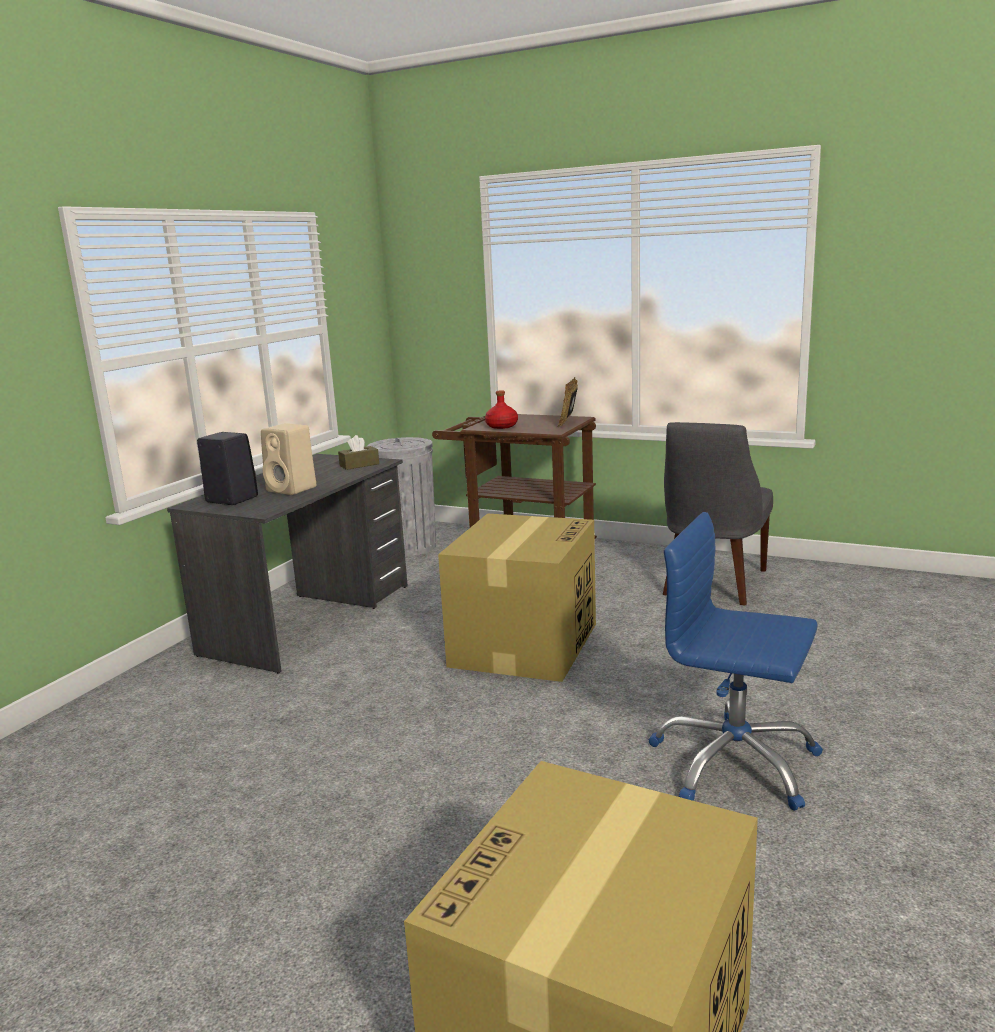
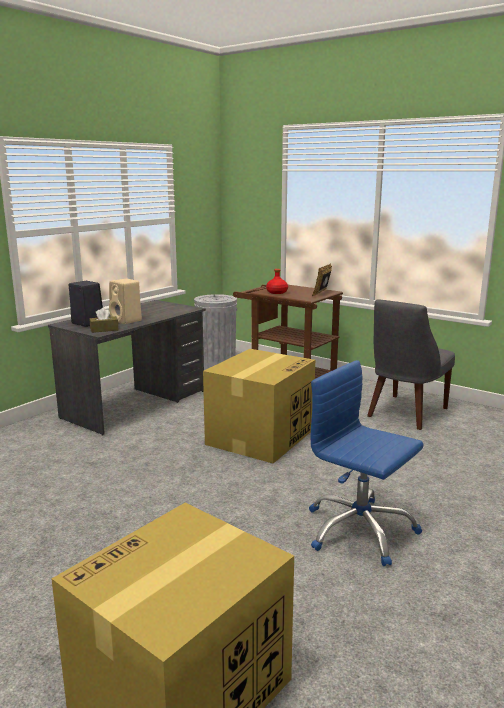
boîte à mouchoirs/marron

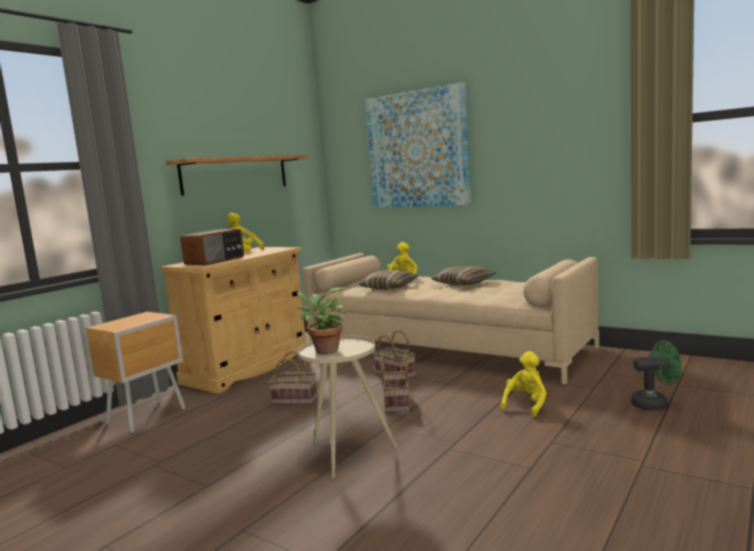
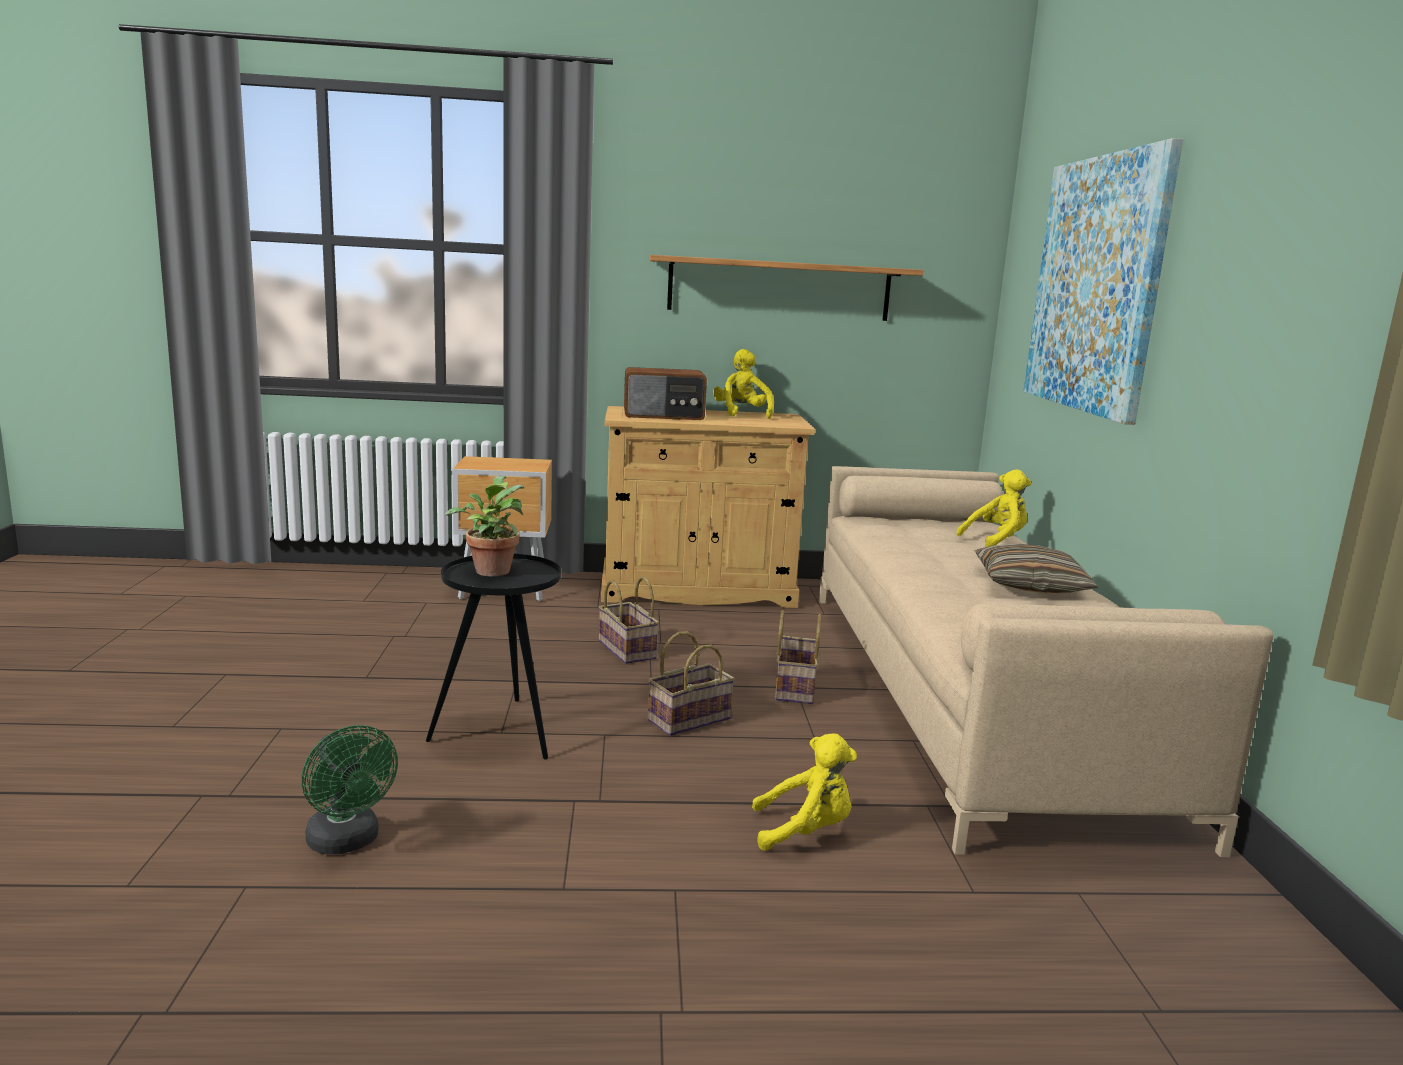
ventilateur/vert; table d'appoint/noir; coussin (1st from left in the first image)

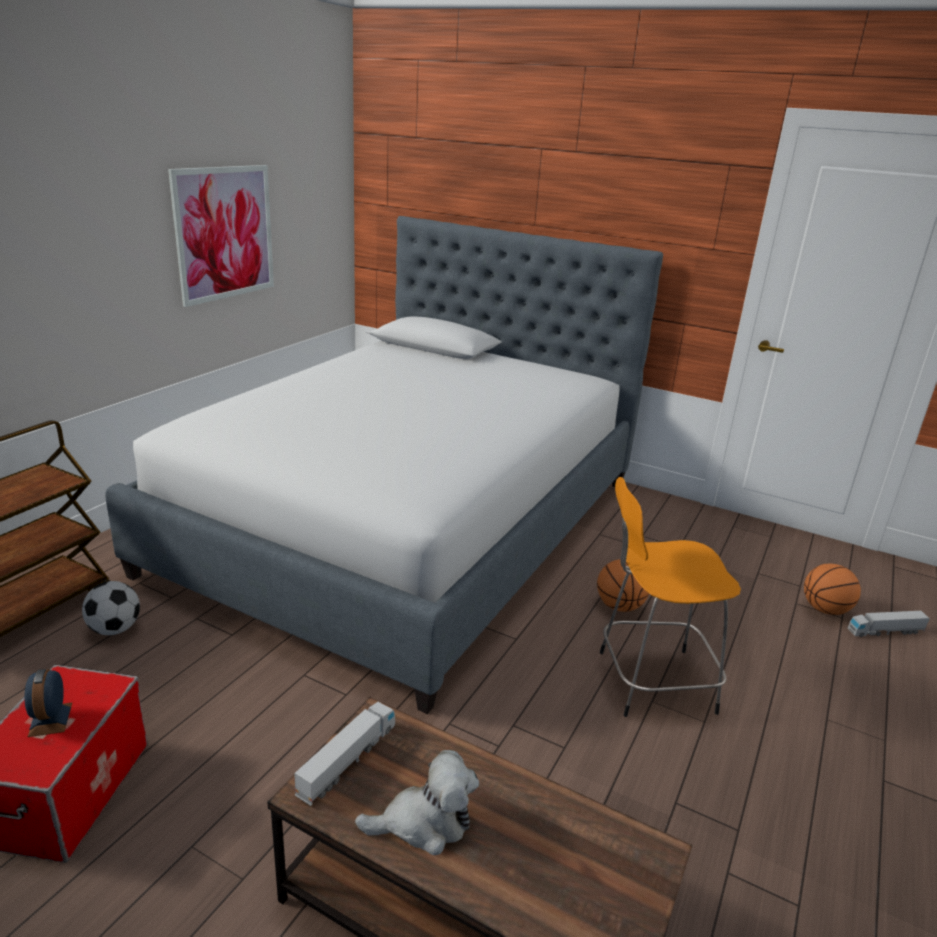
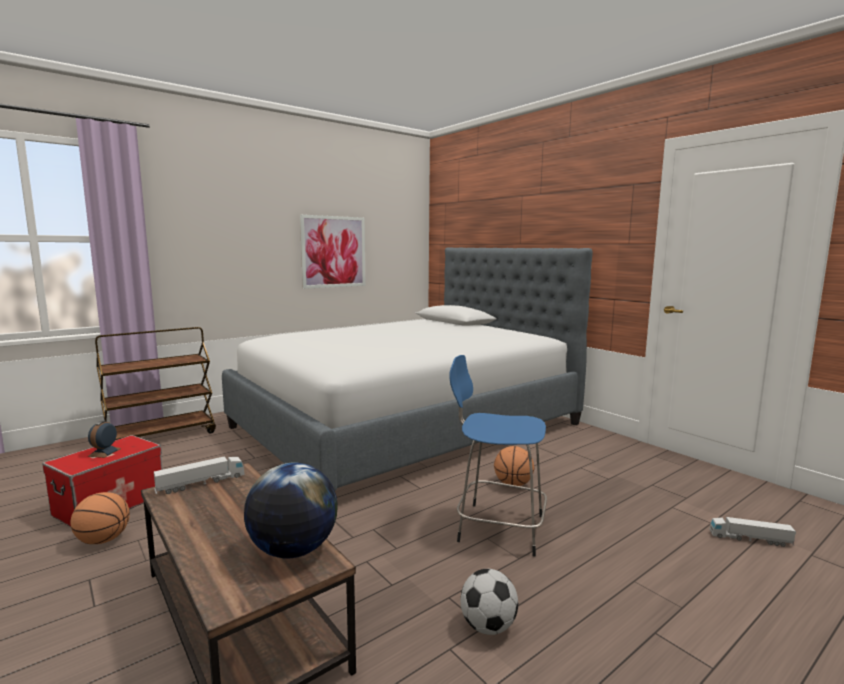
ballon de basket (1st from left); globe; tabouret/bleu; ballon de foot; peluche

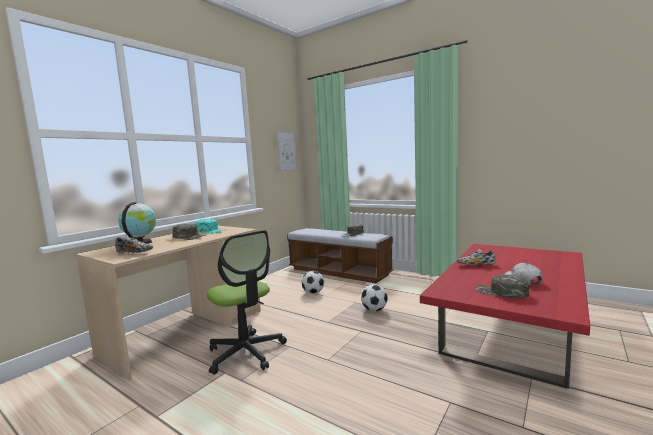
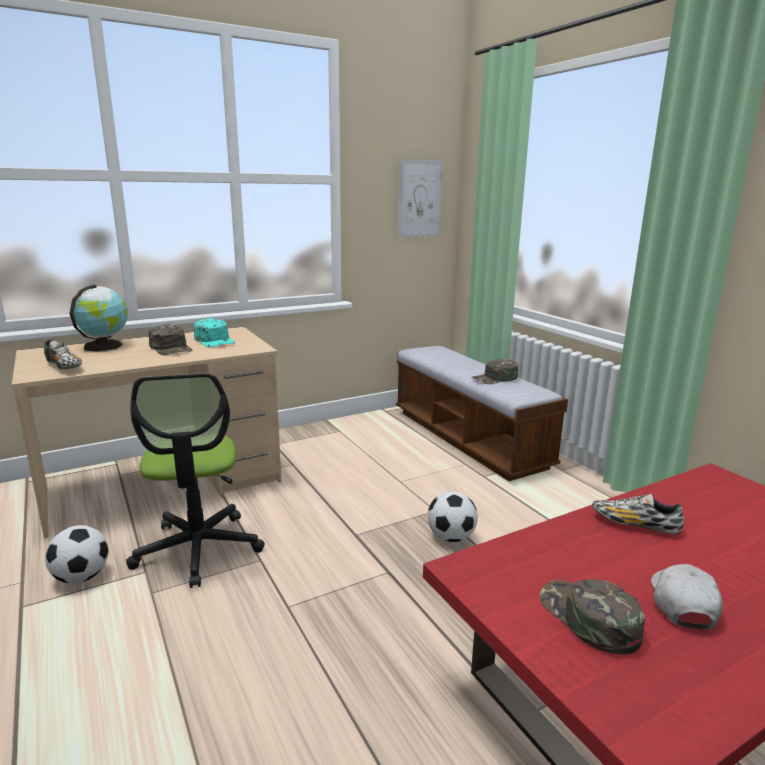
ballon de foot (1st from left)

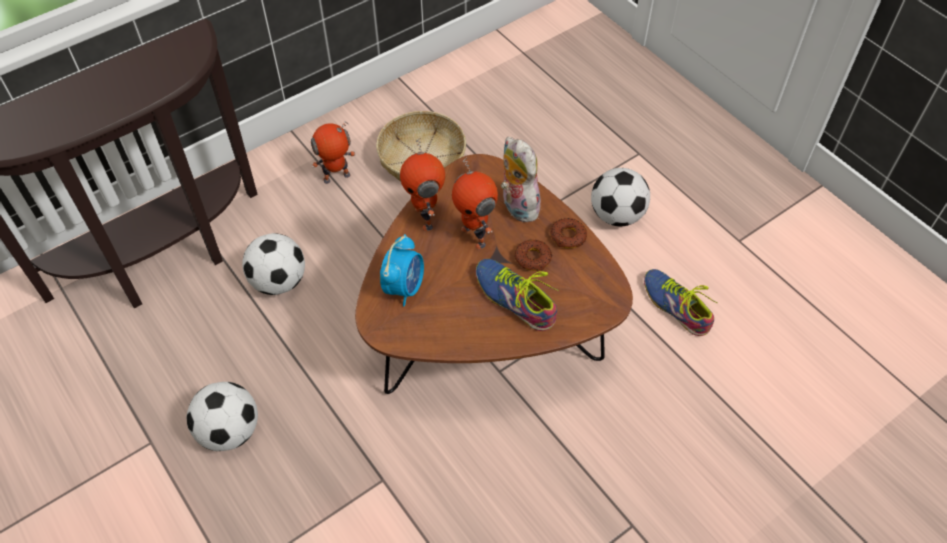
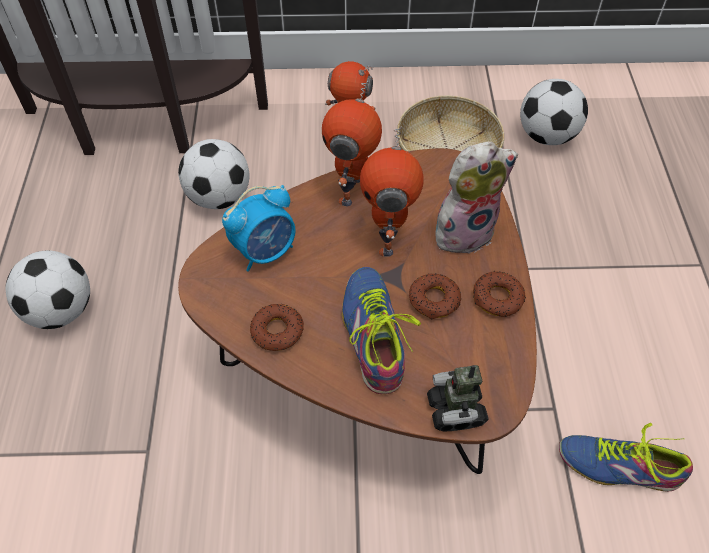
beignet (1st from left); robot jouet (4th from left); peluche; ballon de foot (3rd from left); chaussure (2nd from left)

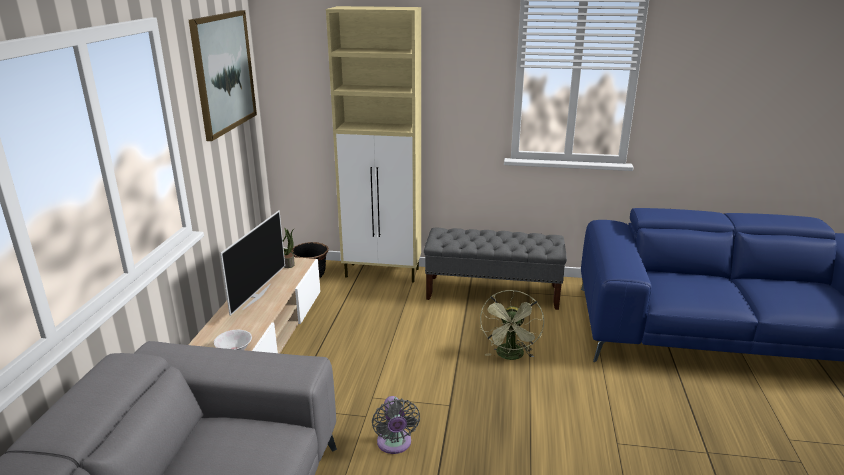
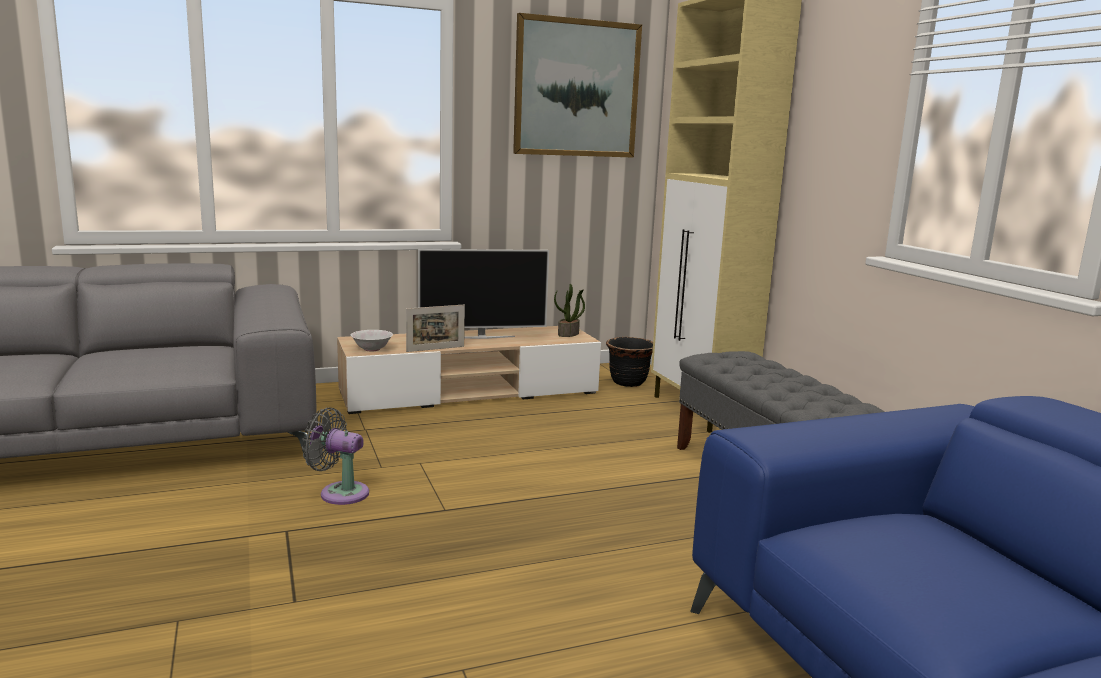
ventilateur/gris; cadre photo; ventilateur/vert

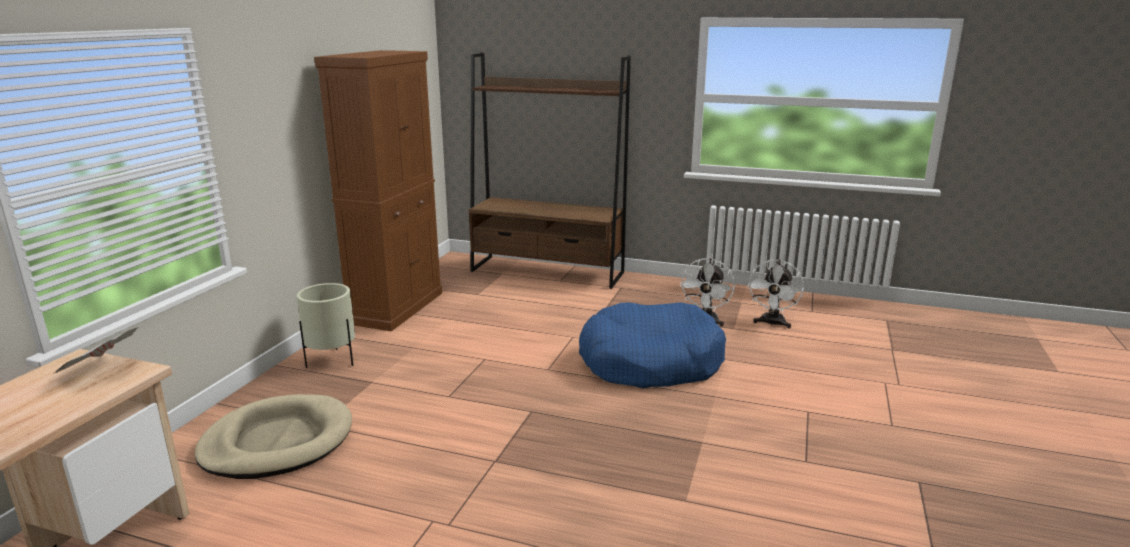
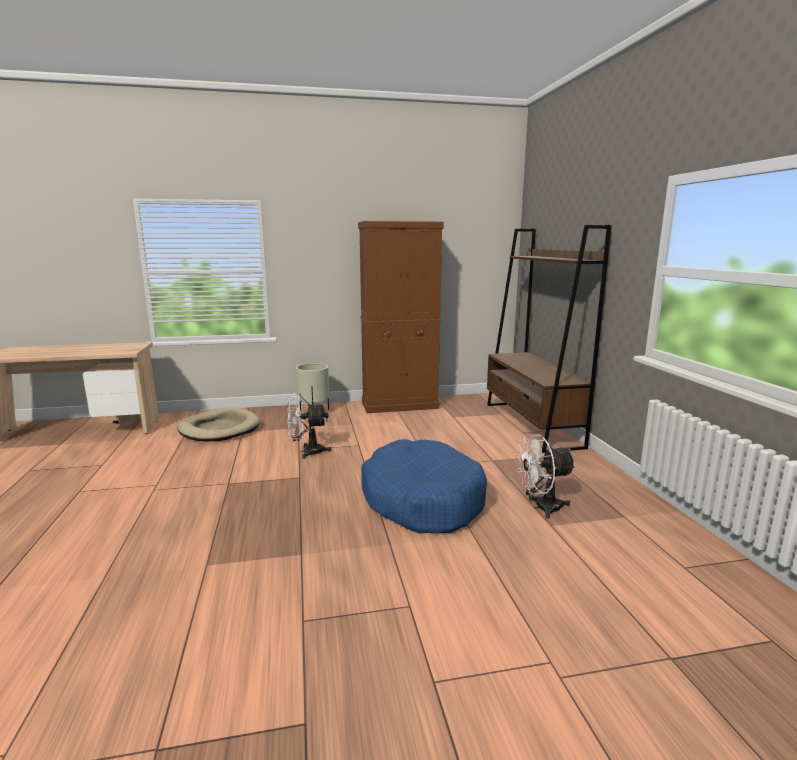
ventilateur/blanc (1st from left); journal

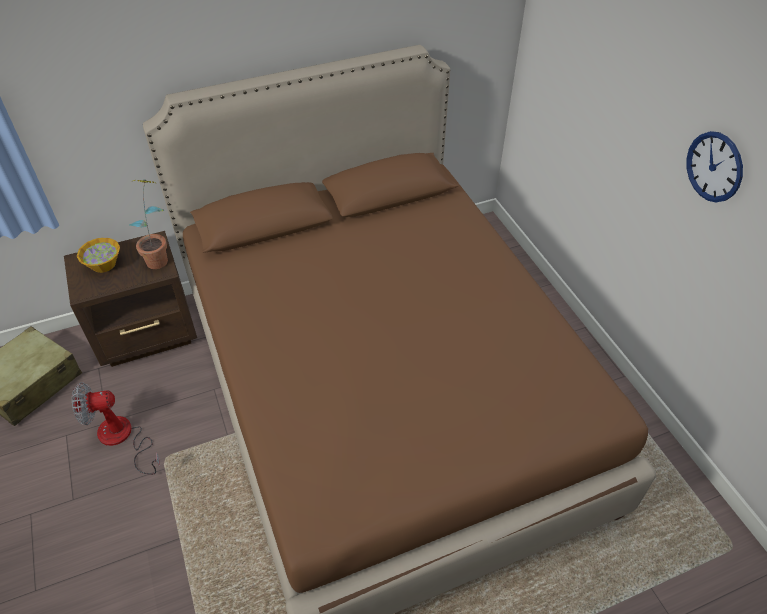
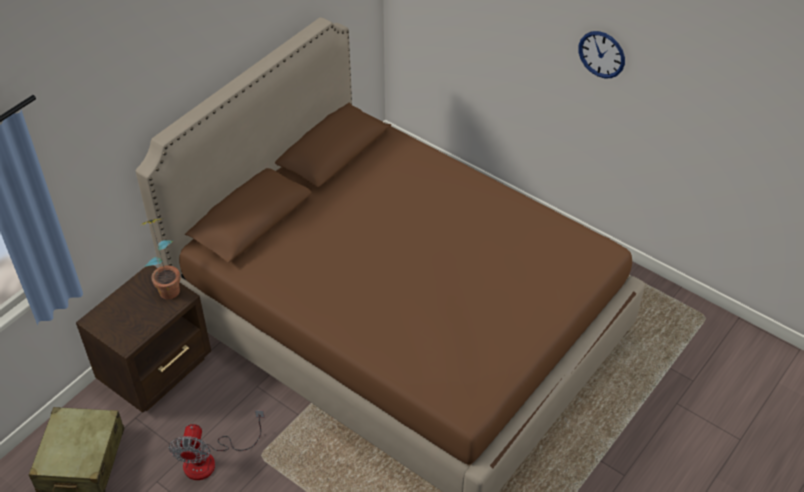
ventilateur; bol

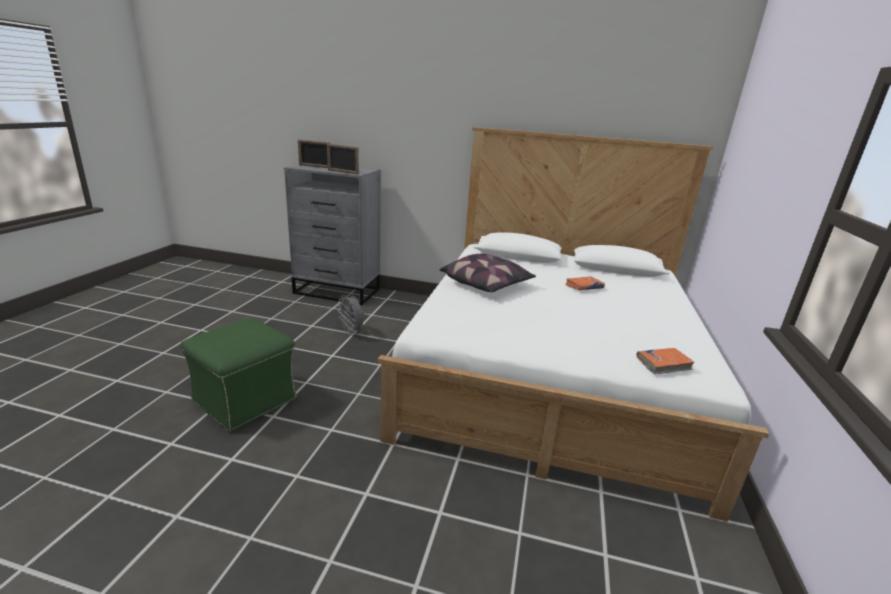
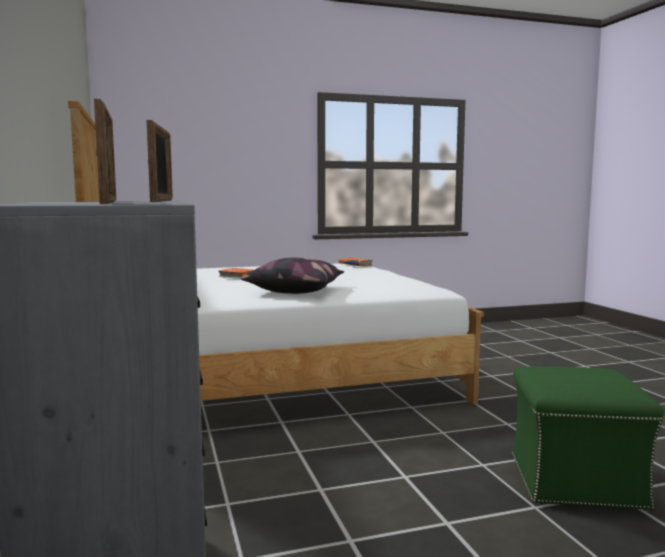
ventilateur/gris

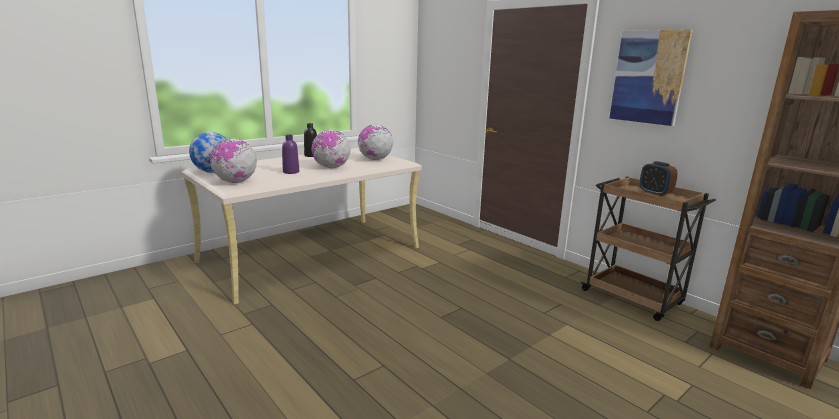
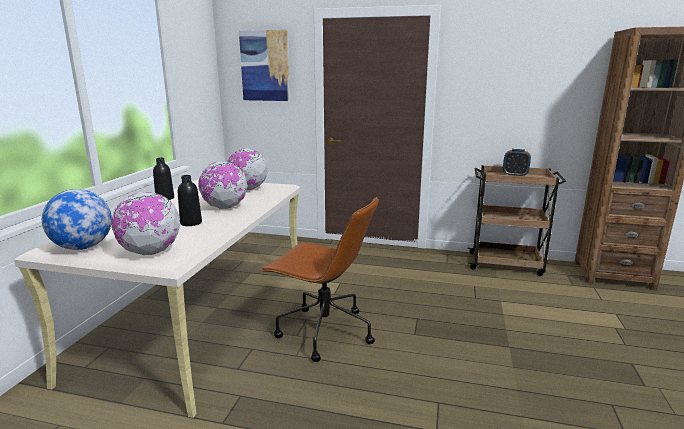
bouteille/noir (2nd from left); tableau; chaise de bureau/marron

